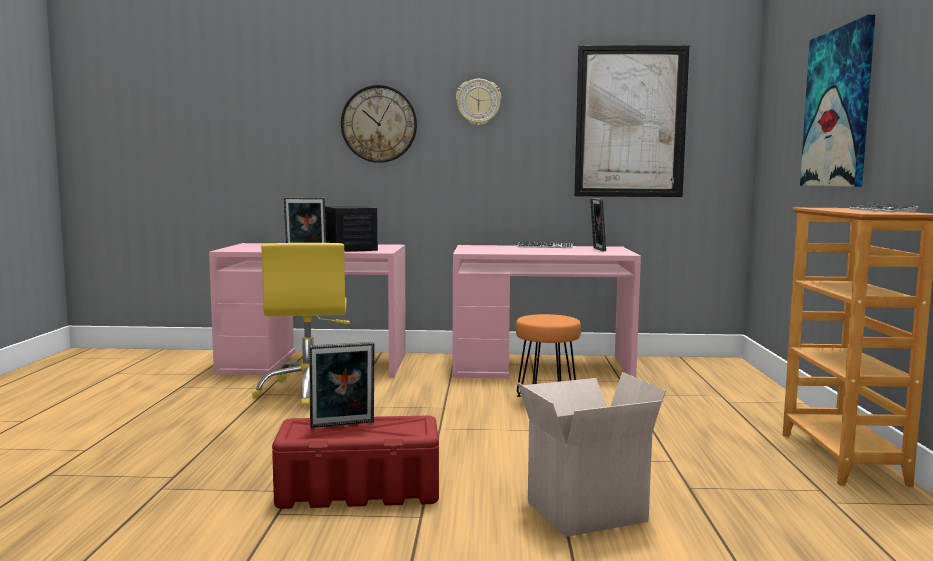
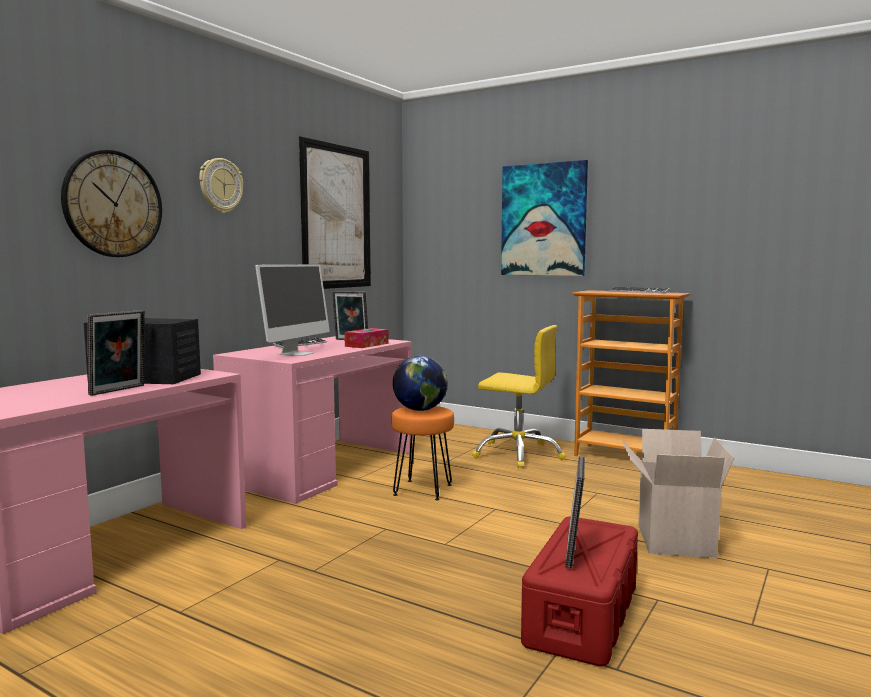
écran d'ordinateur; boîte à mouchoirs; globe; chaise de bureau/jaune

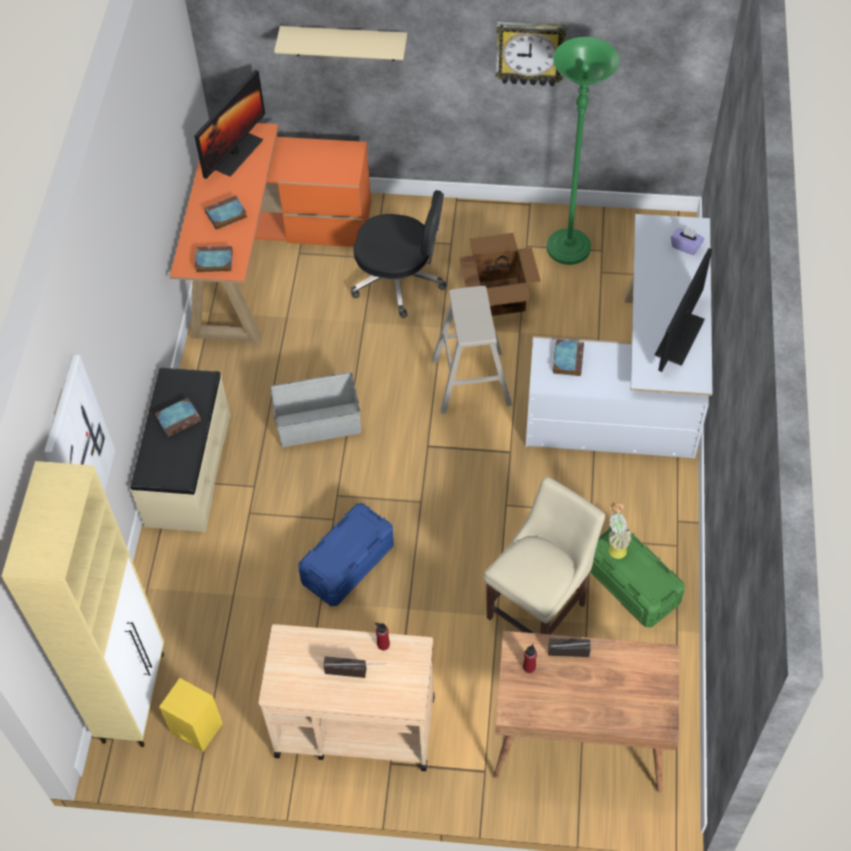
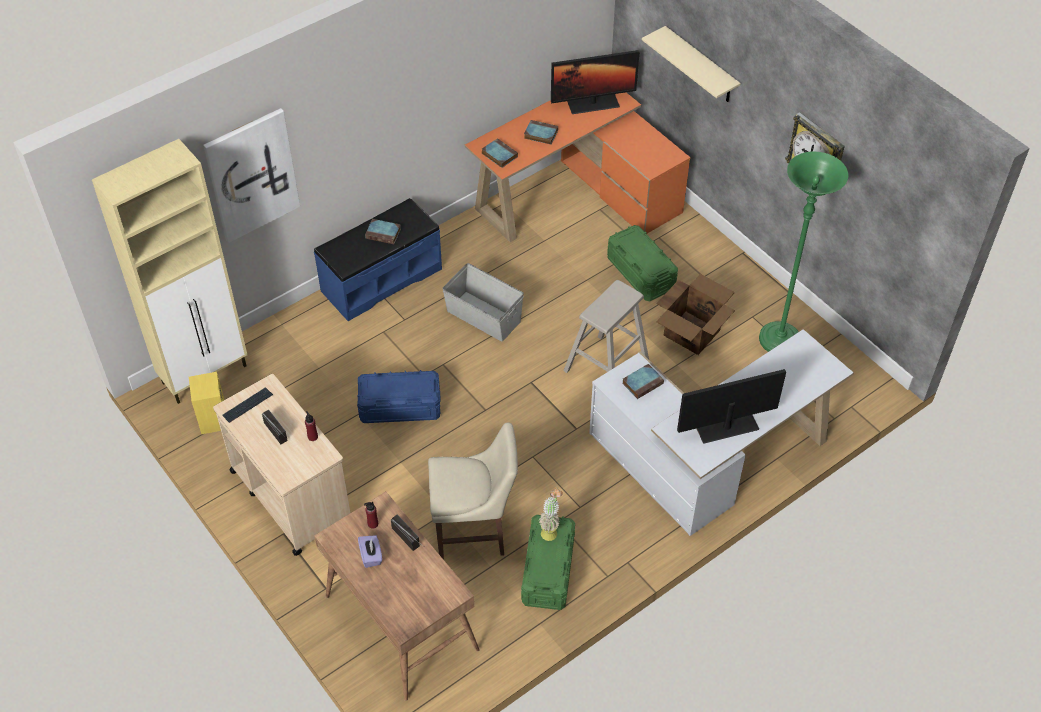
clavier; banc/bleu; boîte à mouchoirs/violet; boîte de rangement/vert (2nd from left)

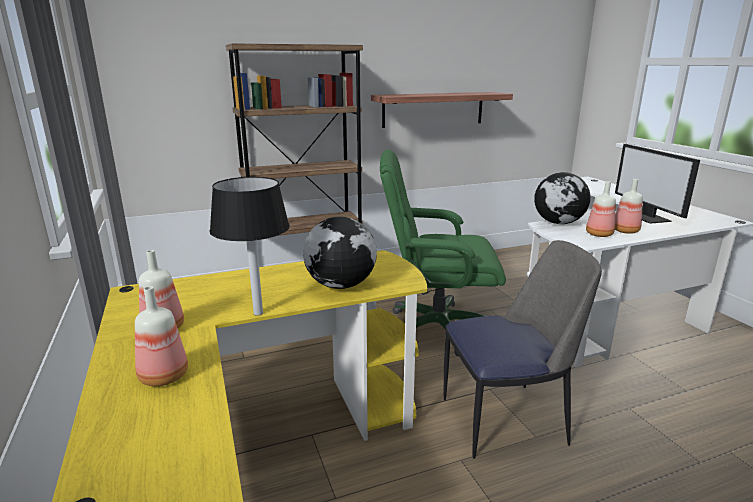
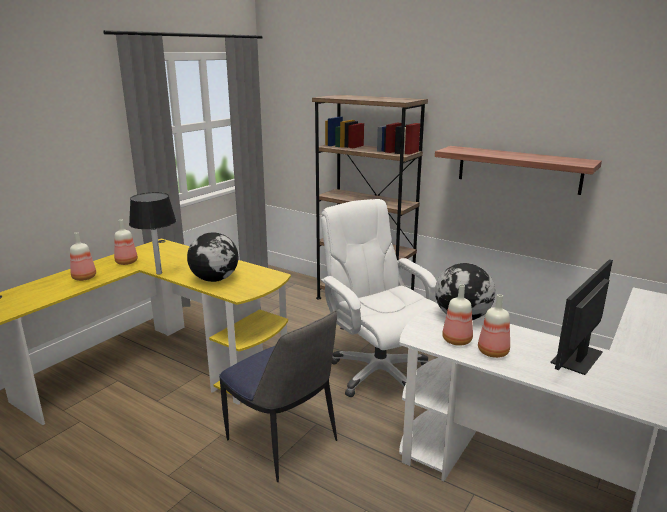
chaise de bureau/blanc

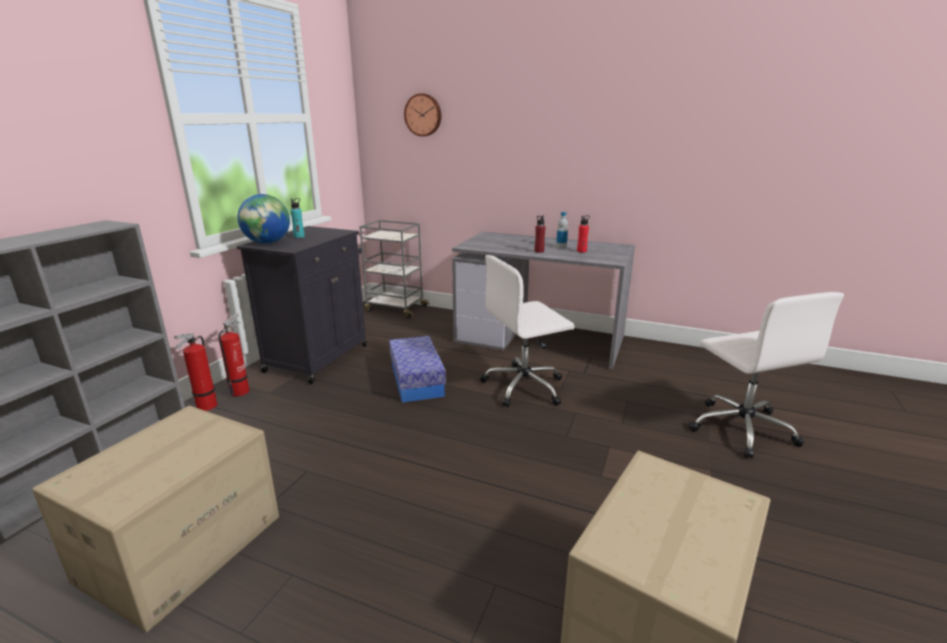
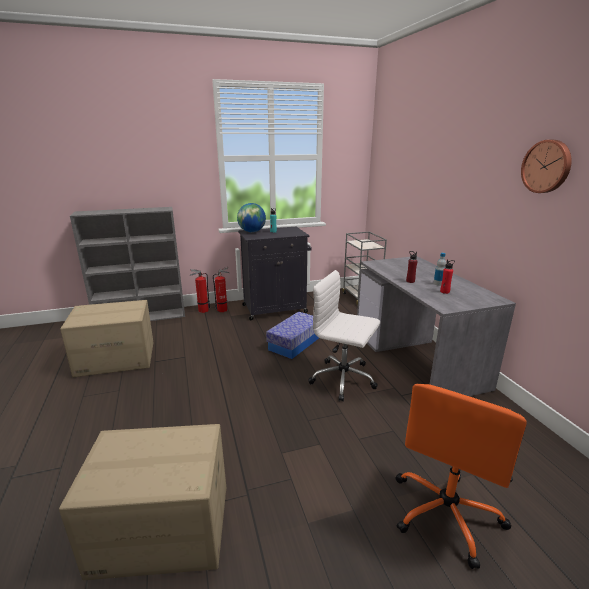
chaise de bureau/orange; horloge murale

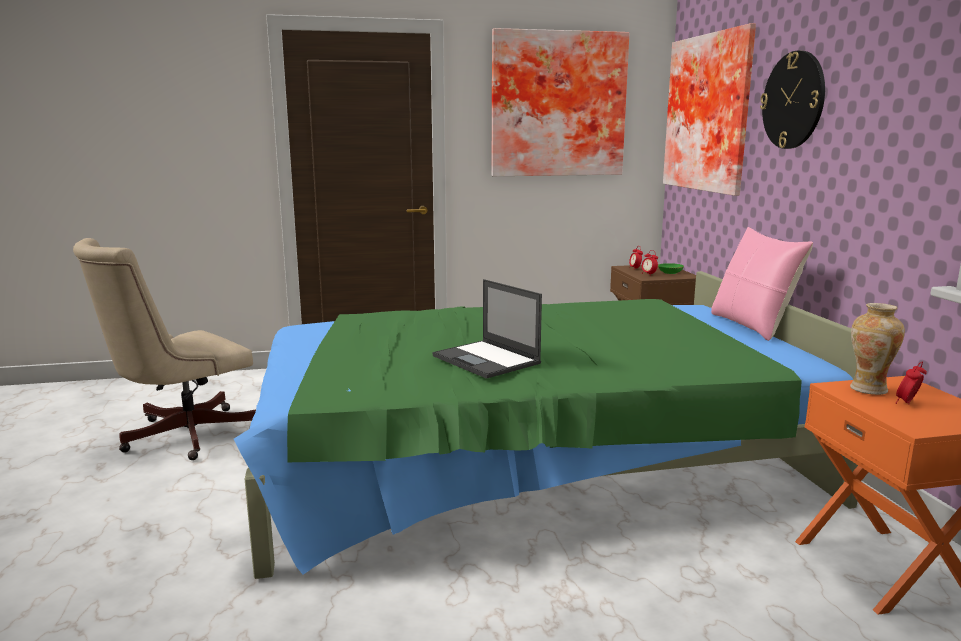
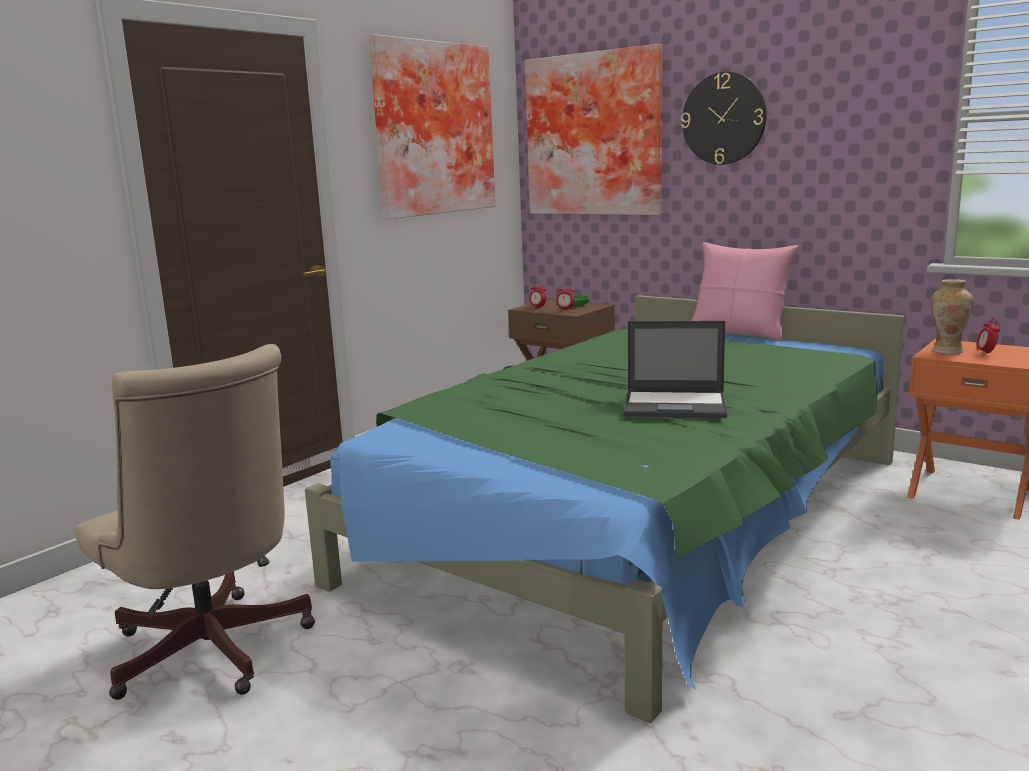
chaise de bureau/beige

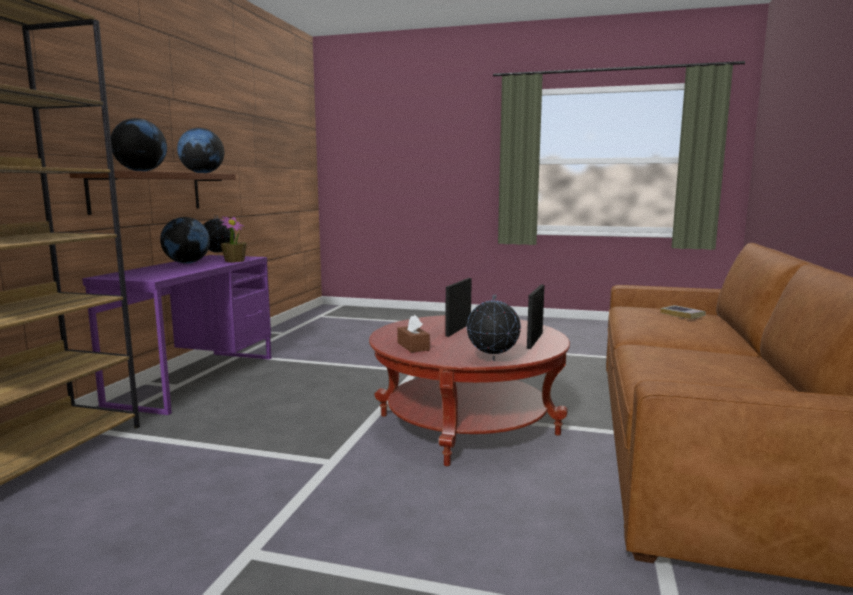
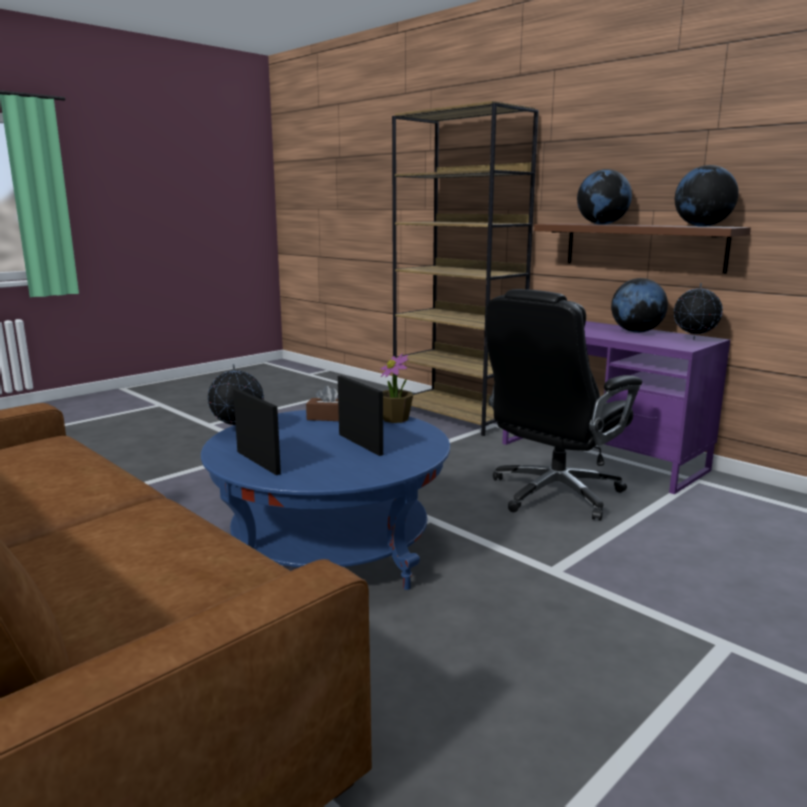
table basse/bleu; plante en pot; chaise de bureau/noir; livre

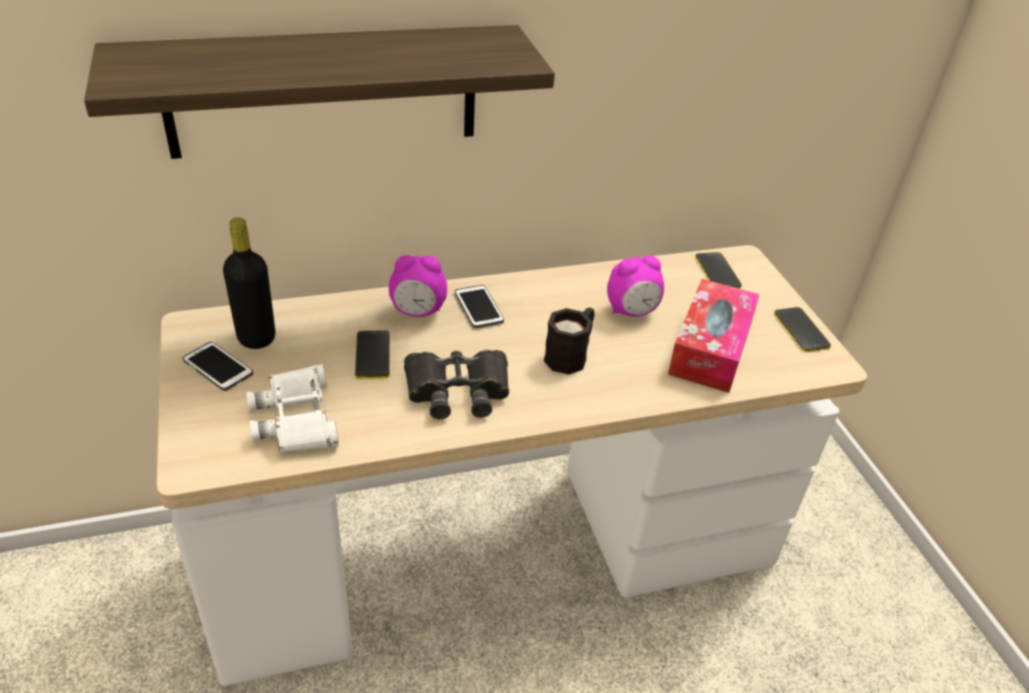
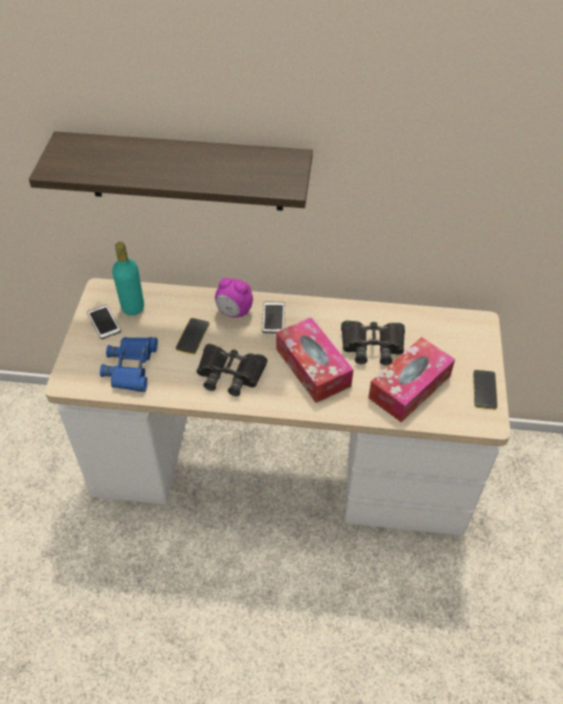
jumelles/bleu; bouteille/turquoise; boîte à mouchoirs (1st from left); jumelles/noir (2nd from left); téléphone (4th from left in the first image)

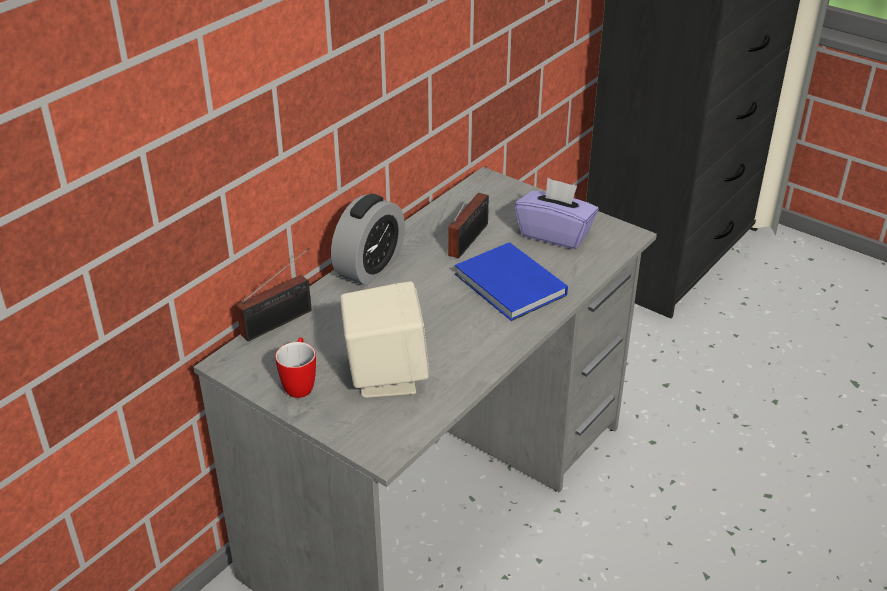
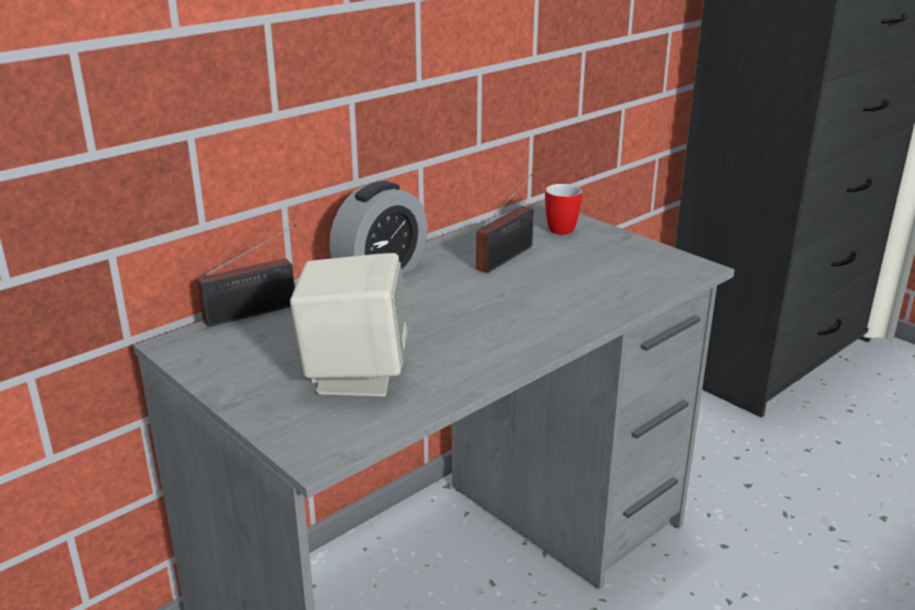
mug; livre/bleu; boîte à mouchoirs/violet

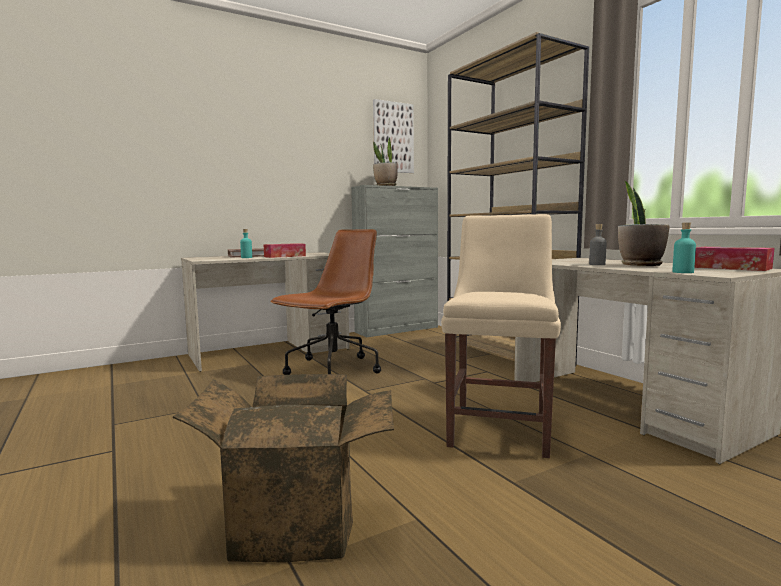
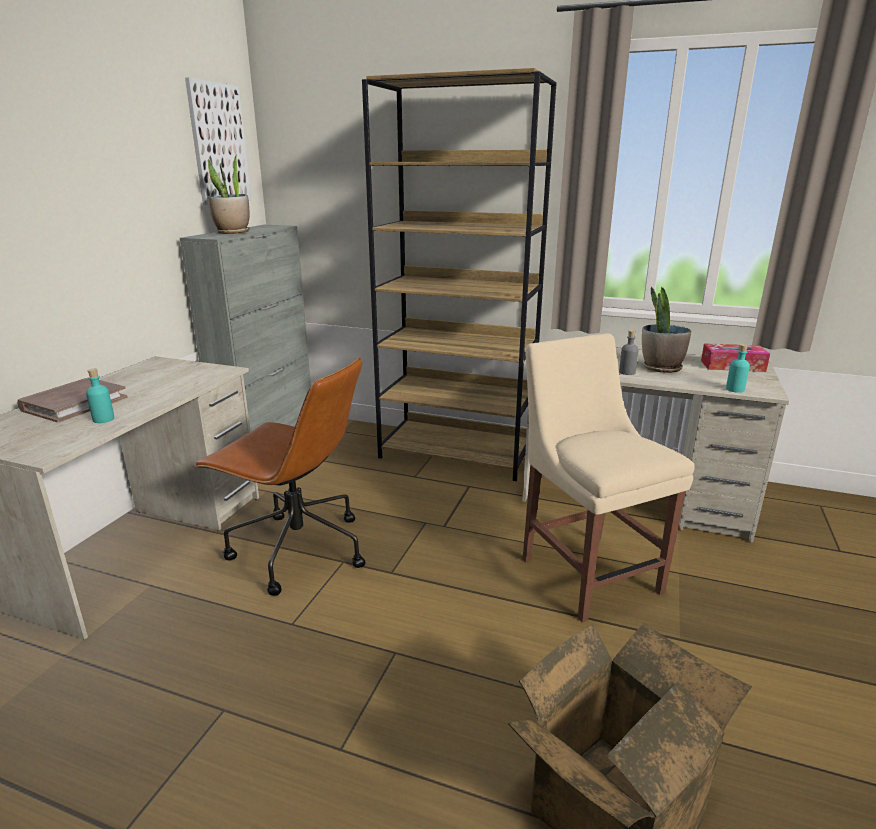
chaise de bureau/marron; boîte à mouchoirs (1st from left in the first image)

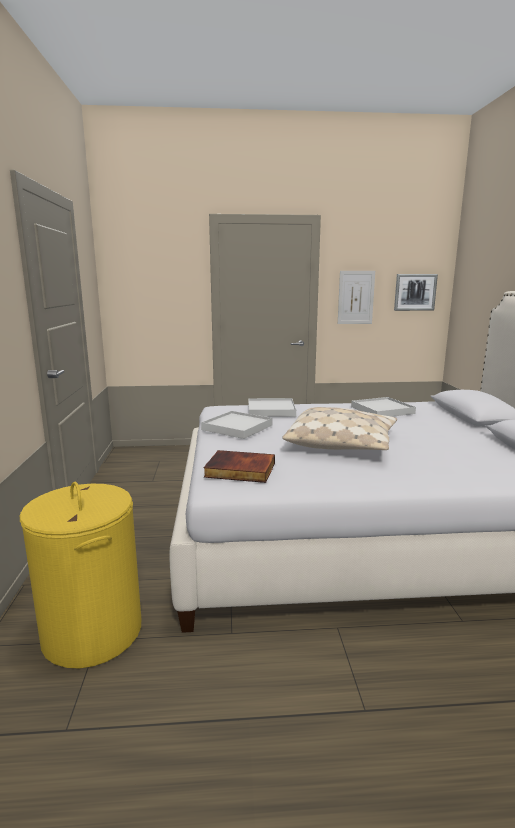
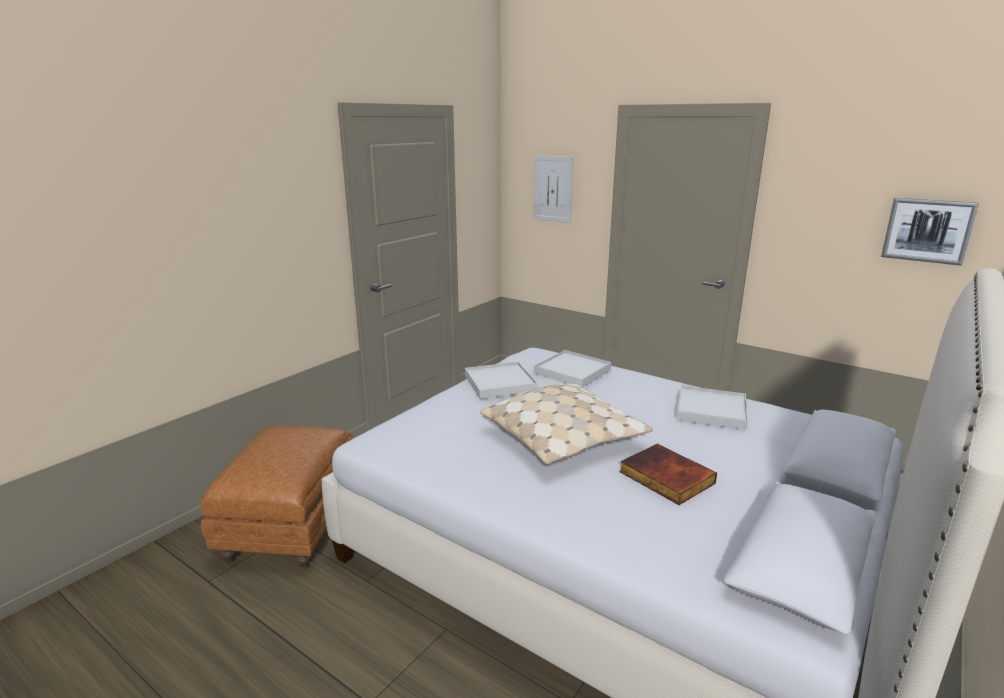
pouf/marron; tableau (1st from left); livre

